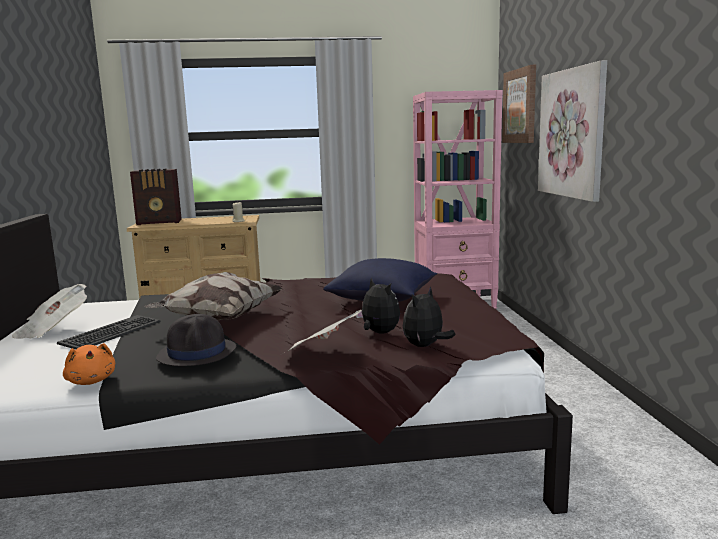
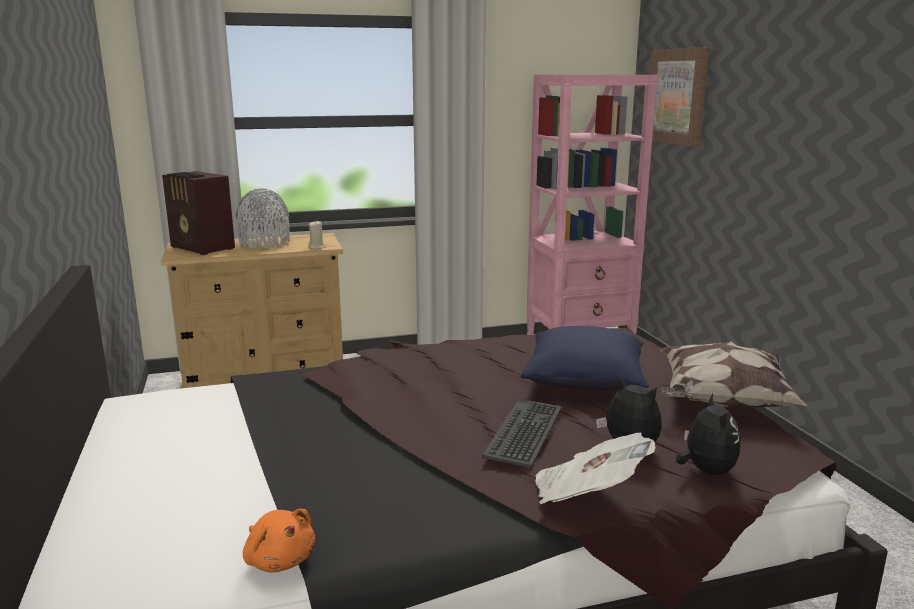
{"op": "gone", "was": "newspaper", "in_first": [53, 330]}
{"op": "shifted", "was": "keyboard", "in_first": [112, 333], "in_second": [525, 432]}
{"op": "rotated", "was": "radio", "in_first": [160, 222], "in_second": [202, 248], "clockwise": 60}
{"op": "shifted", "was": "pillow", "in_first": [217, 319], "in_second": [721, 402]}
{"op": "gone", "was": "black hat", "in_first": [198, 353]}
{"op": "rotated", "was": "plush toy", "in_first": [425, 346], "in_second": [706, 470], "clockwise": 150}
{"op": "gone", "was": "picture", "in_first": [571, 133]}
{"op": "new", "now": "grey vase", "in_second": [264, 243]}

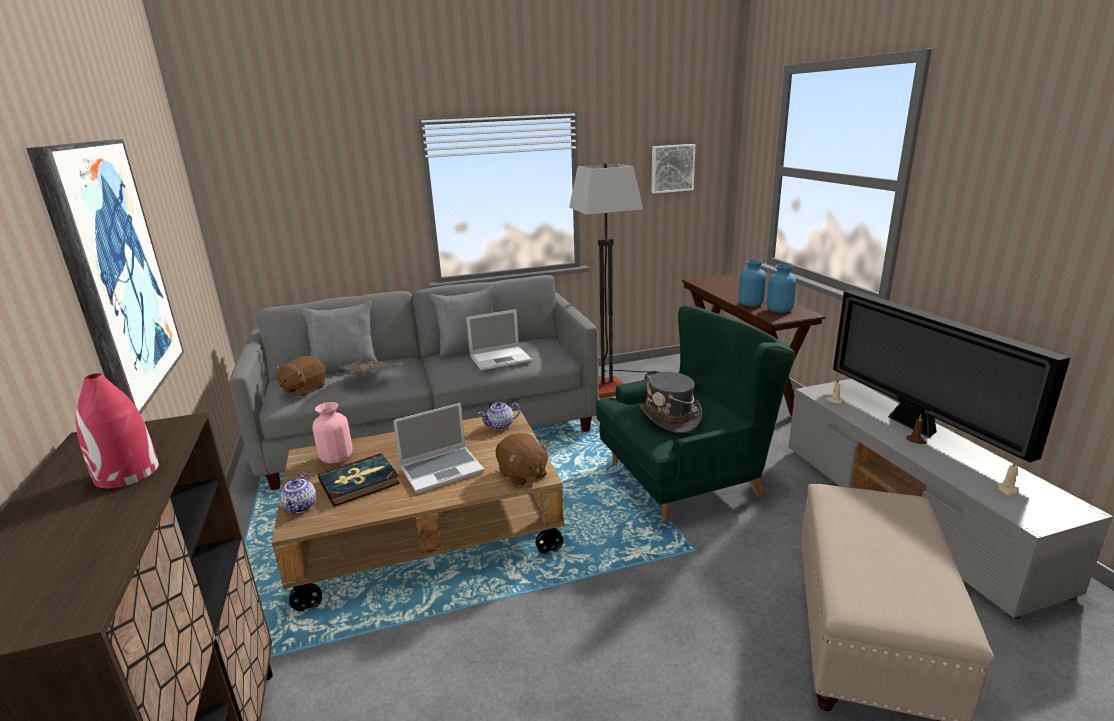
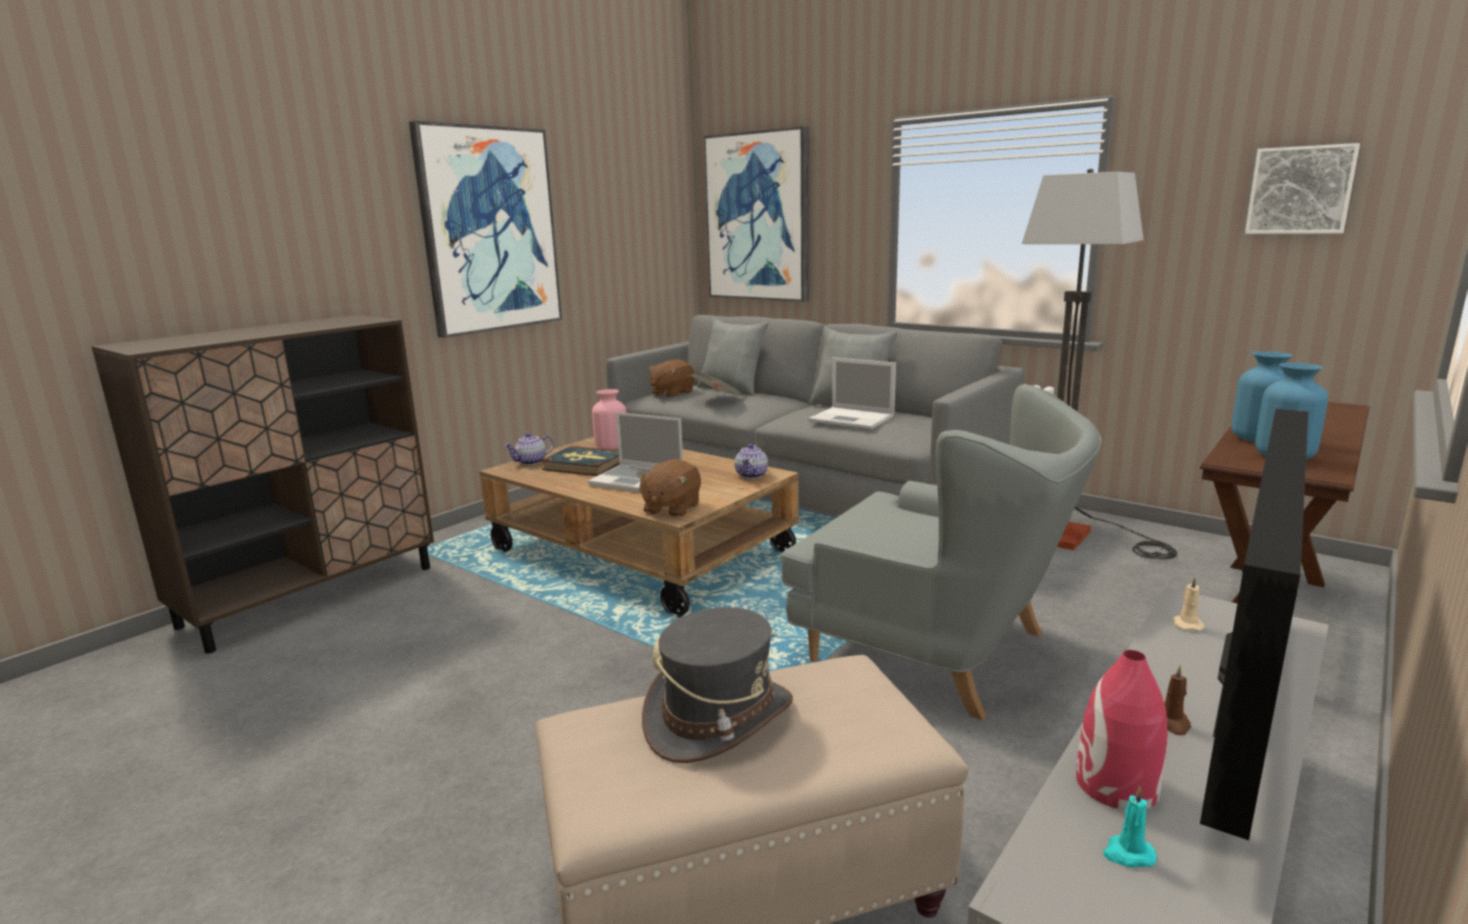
{"op": "shifted", "was": "red vase", "in_first": [127, 474], "in_second": [1116, 785]}
{"op": "rotated", "was": "brown plush toy", "in_first": [304, 389], "in_second": [672, 393], "clockwise": -45}
{"op": "rotated", "was": "teapot", "in_first": [501, 425], "in_second": [752, 475], "clockwise": -105}
{"op": "repainted", "was": "green armchair", "now": "grey armchair", "in_first": [689, 477], "in_second": [934, 649]}
{"op": "shifted", "was": "grey hat", "in_first": [670, 417], "in_second": [719, 718]}
{"op": "repainted", "was": "beige candle", "now": "turquoise candle", "in_first": [1007, 490], "in_second": [1128, 854]}
{"op": "new", "now": "picture", "in_second": [758, 217]}

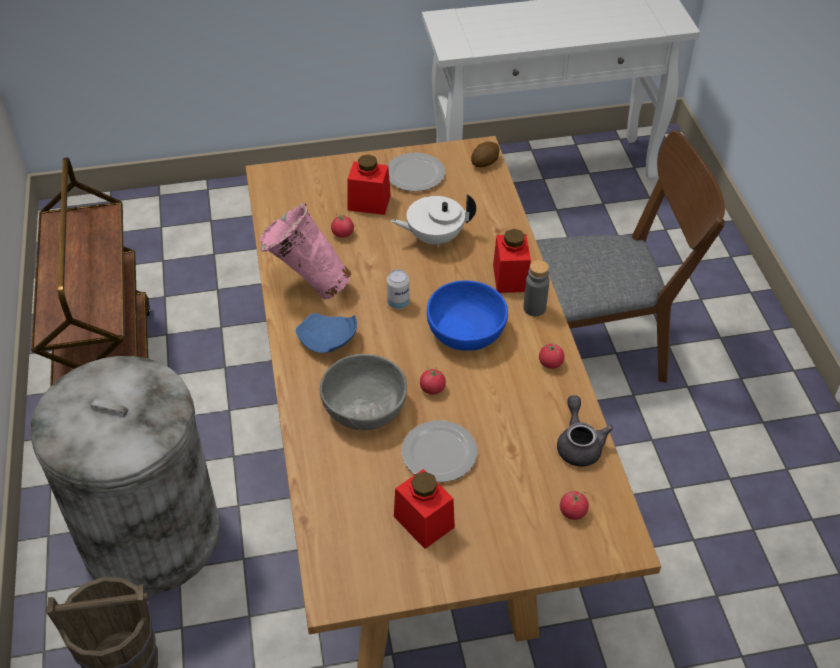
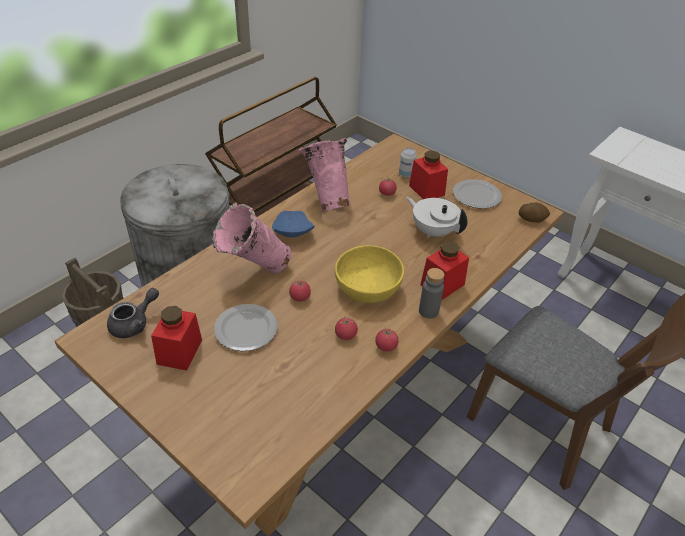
{"op": "swapped", "was": "grey bowl", "now": "pink vase", "in_first": [365, 407], "in_second": [253, 275]}
{"op": "shifted", "was": "can", "in_first": [398, 303], "in_second": [406, 174]}
{"op": "repainted", "was": "blue bowl", "now": "yellow bowl", "in_first": [466, 331], "in_second": [368, 288]}
{"op": "shifted", "was": "grey teapot", "in_first": [579, 444], "in_second": [134, 323]}
{"op": "shifted", "was": "tomato", "in_first": [573, 512], "in_second": [345, 335]}

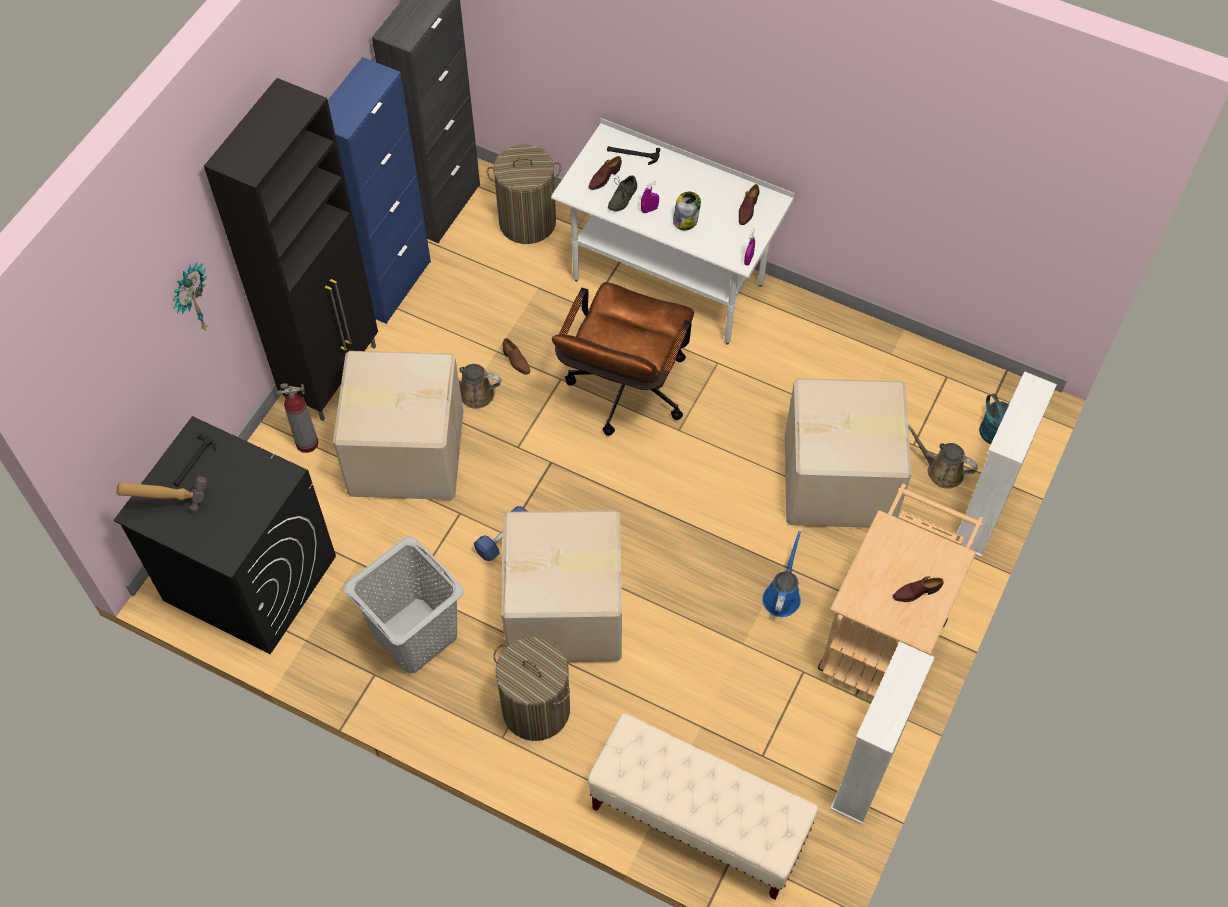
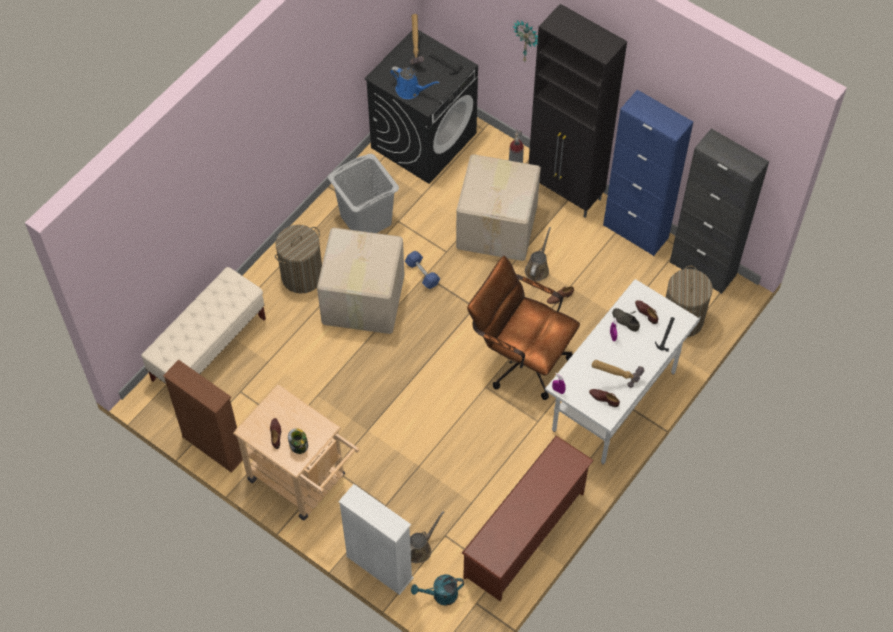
{"op": "shifted", "was": "jar", "in_first": [685, 220], "in_second": [299, 445]}
{"op": "shifted", "was": "blue watering can", "in_first": [782, 595], "in_second": [410, 90]}
{"op": "gone", "was": "cardboard box", "in_first": [840, 482]}
{"op": "repainted", "was": "white bookcase", "now": "brown bookcase", "in_first": [866, 773], "in_second": [213, 447]}
{"op": "new", "now": "brown shoe rack", "in_second": [525, 535]}
{"op": "new", "now": "hammer", "in_second": [616, 379]}

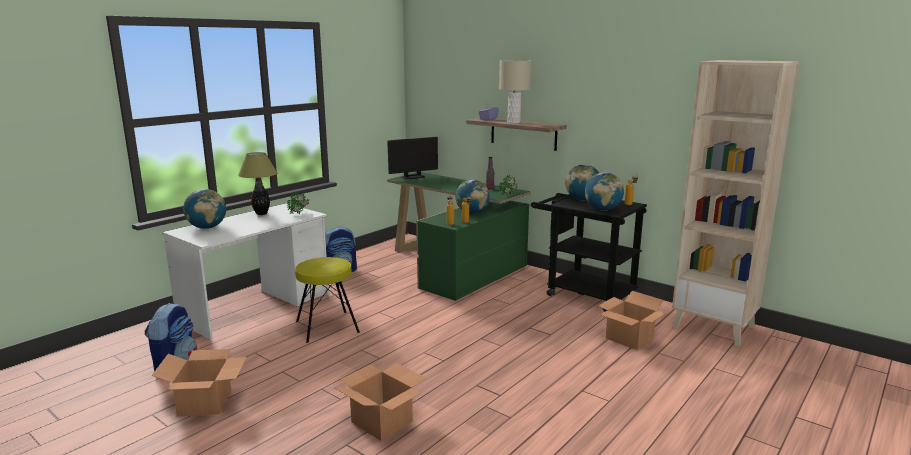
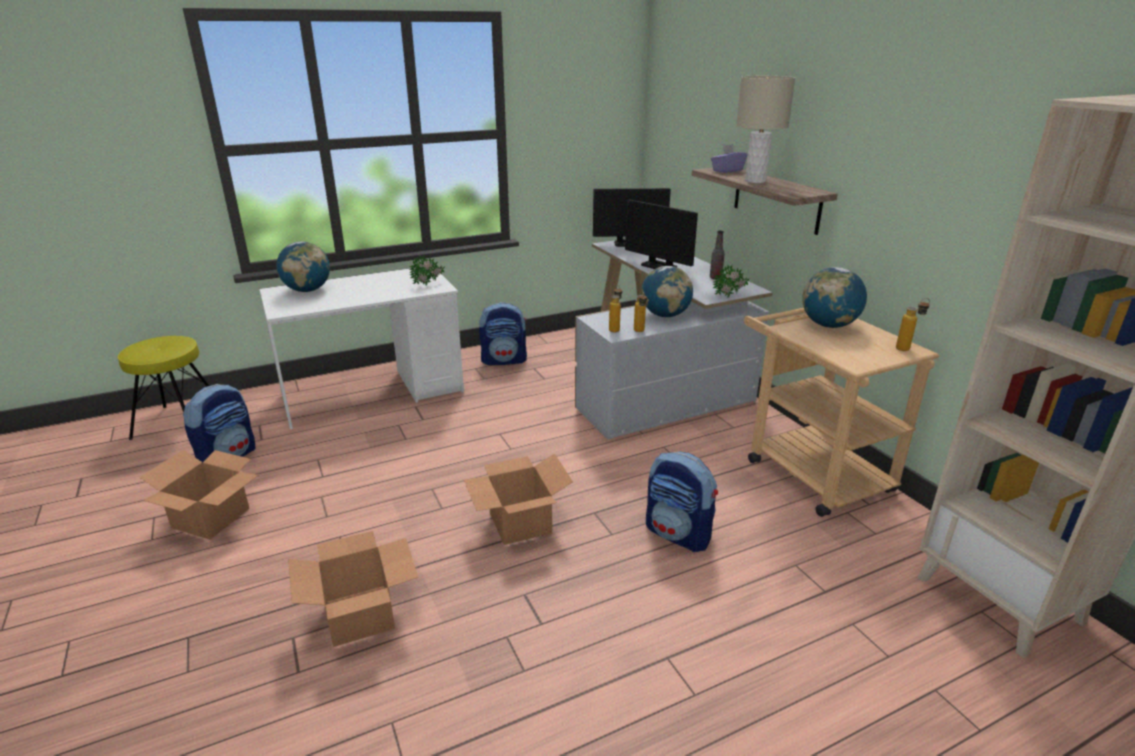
{"op": "gone", "was": "table lamp", "in_first": [261, 214]}
{"op": "shifted", "was": "yellow stool", "in_first": [327, 327], "in_second": [178, 422]}
{"op": "repainted", "was": "green desk", "now": "white desk", "in_first": [456, 265], "in_second": [657, 379]}
{"op": "repainted", "was": "black cart", "now": "beige cart", "in_first": [583, 293], "in_second": [809, 469]}
{"op": "gone", "was": "globe", "in_first": [602, 209]}
{"op": "shifted", "was": "cardboard box", "in_first": [630, 338], "in_second": [521, 523]}
{"op": "new", "now": "monitor", "in_second": [659, 266]}
{"op": "new", "now": "backpack", "in_second": [679, 534]}

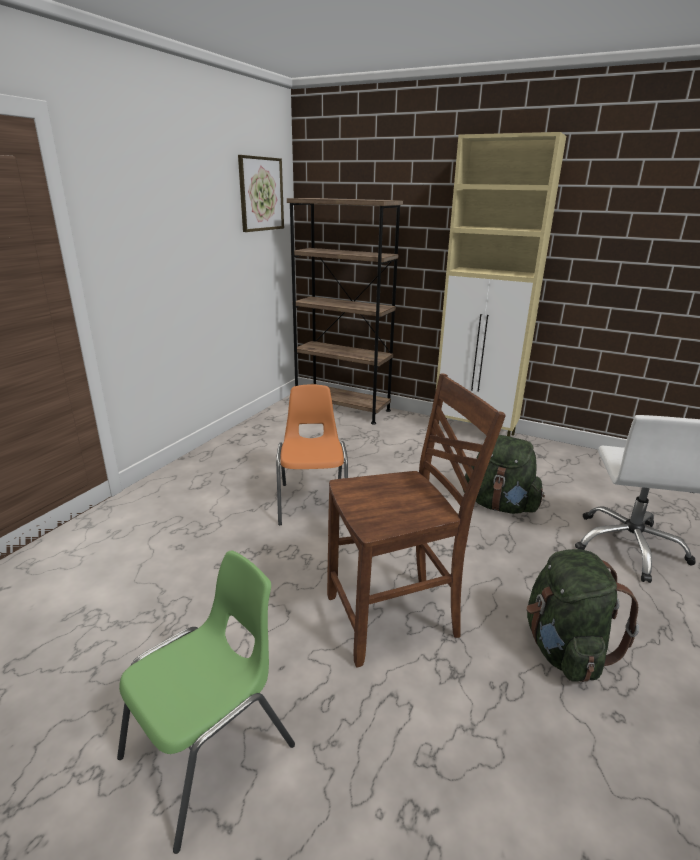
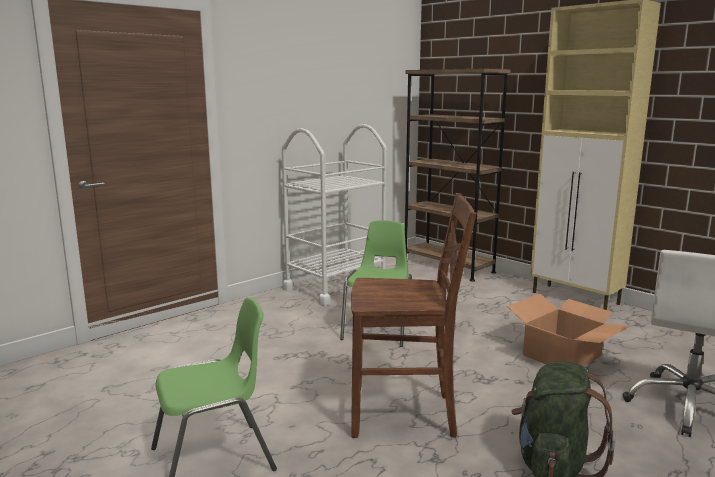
{"op": "gone", "was": "picture", "in_first": [261, 194]}
{"op": "repainted", "was": "orange chair", "now": "green chair", "in_first": [313, 502], "in_second": [379, 329]}
{"op": "swapped", "was": "green backpack", "now": "cardboard box", "in_first": [500, 505], "in_second": [563, 356]}
{"op": "new", "now": "white cart", "in_second": [335, 287]}

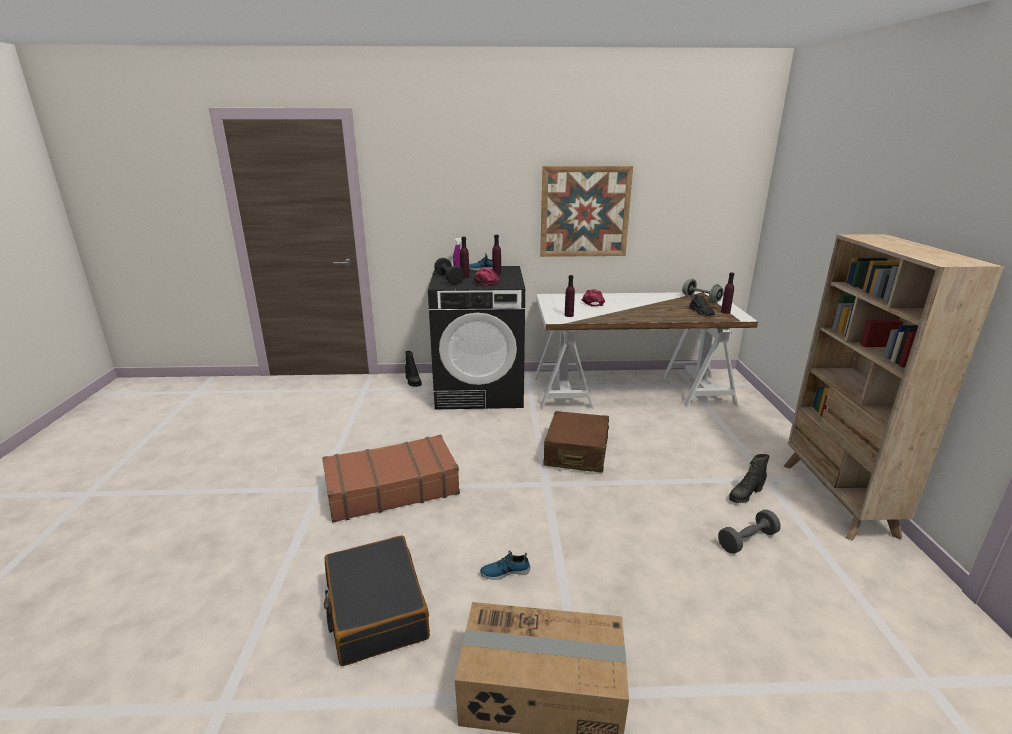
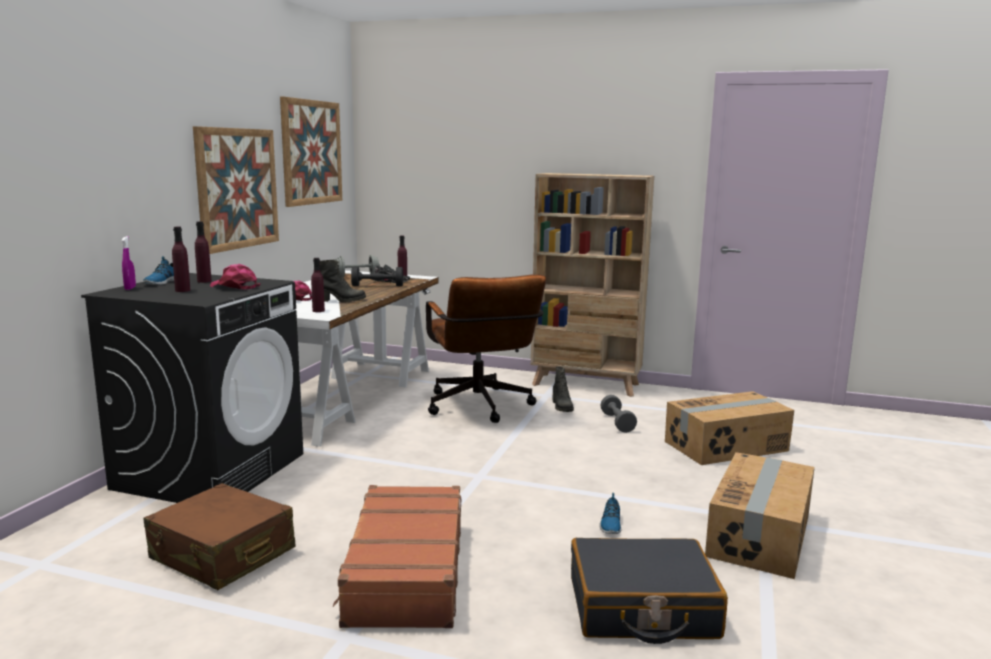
{"op": "shifted", "was": "black boot", "in_first": [413, 382], "in_second": [341, 301]}
{"op": "shifted", "was": "black dumbbell", "in_first": [449, 279], "in_second": [377, 286]}
{"op": "shifted", "was": "brown suitcase", "in_first": [576, 453], "in_second": [222, 554]}
{"op": "new", "now": "picture", "in_second": [311, 152]}
{"op": "new", "now": "brown office chair", "in_second": [481, 408]}
{"op": "new", "now": "cardboard box", "in_second": [727, 446]}

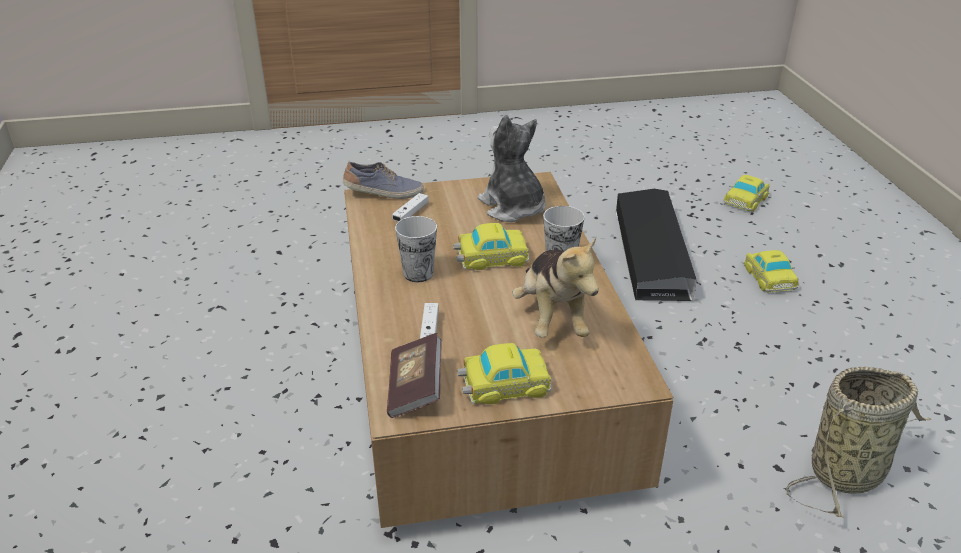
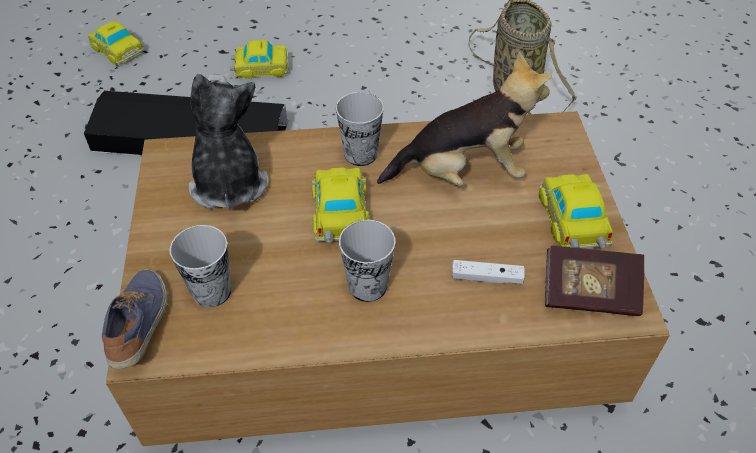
{"op": "swapped", "was": "white game controller", "now": "cup", "in_first": [410, 213], "in_second": [211, 291]}
{"op": "rotated", "was": "plush toy", "in_first": [513, 208], "in_second": [228, 182], "clockwise": 105}

